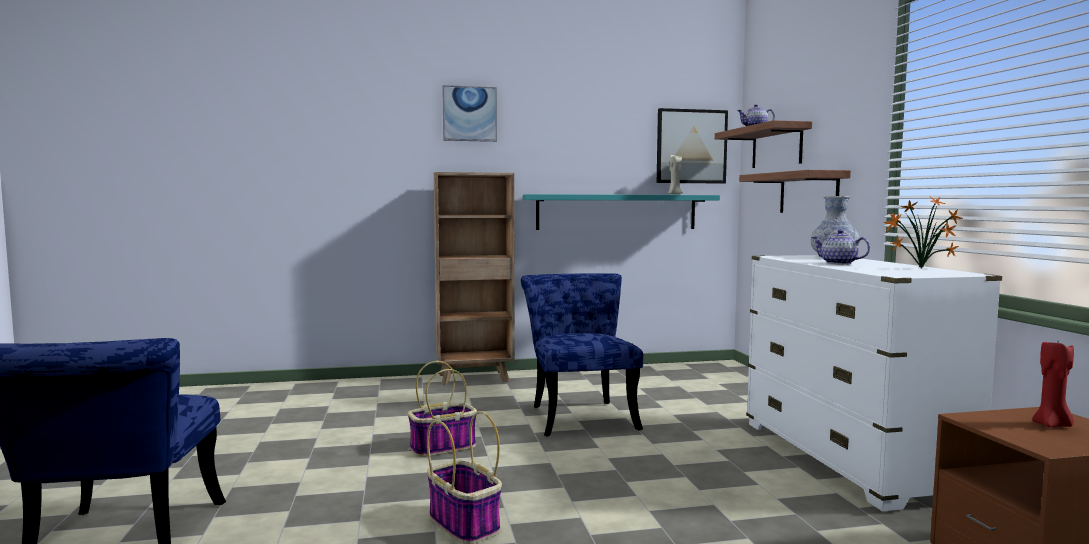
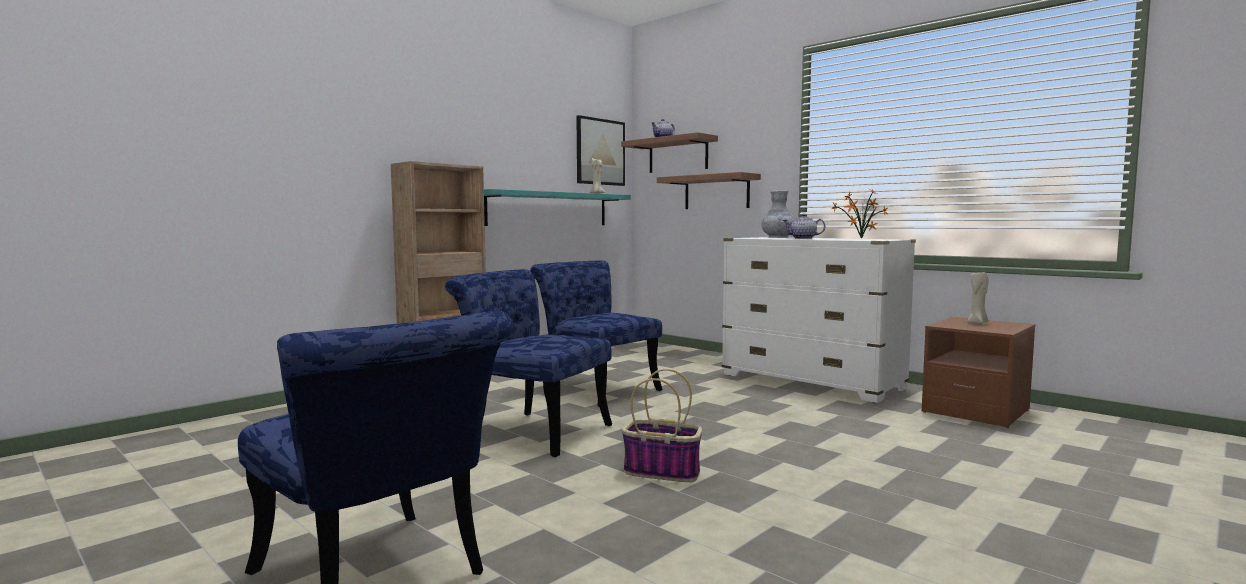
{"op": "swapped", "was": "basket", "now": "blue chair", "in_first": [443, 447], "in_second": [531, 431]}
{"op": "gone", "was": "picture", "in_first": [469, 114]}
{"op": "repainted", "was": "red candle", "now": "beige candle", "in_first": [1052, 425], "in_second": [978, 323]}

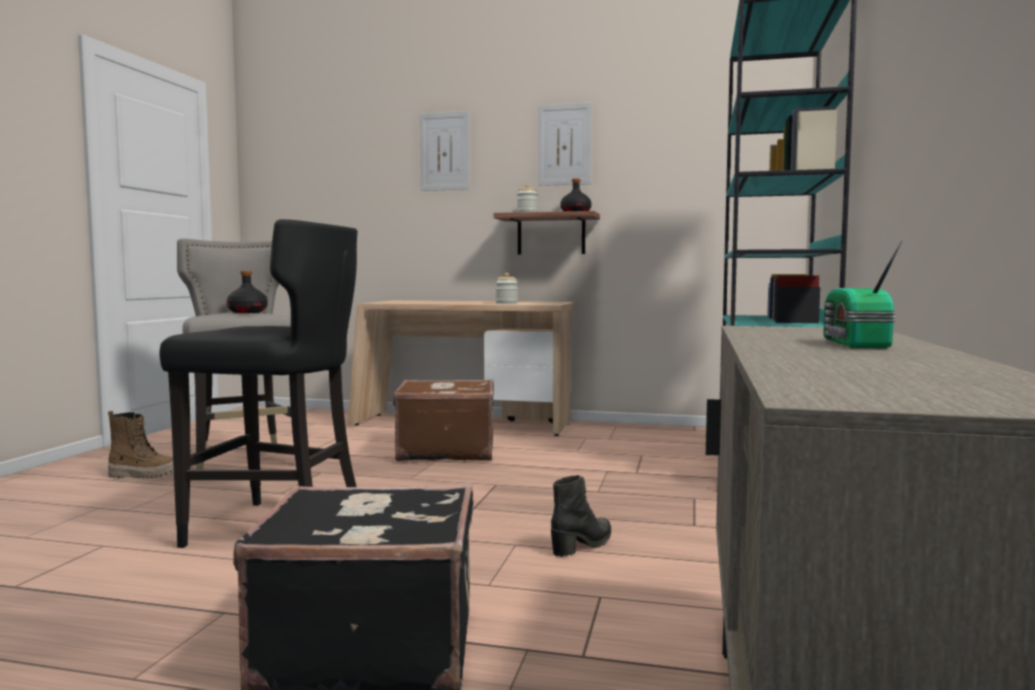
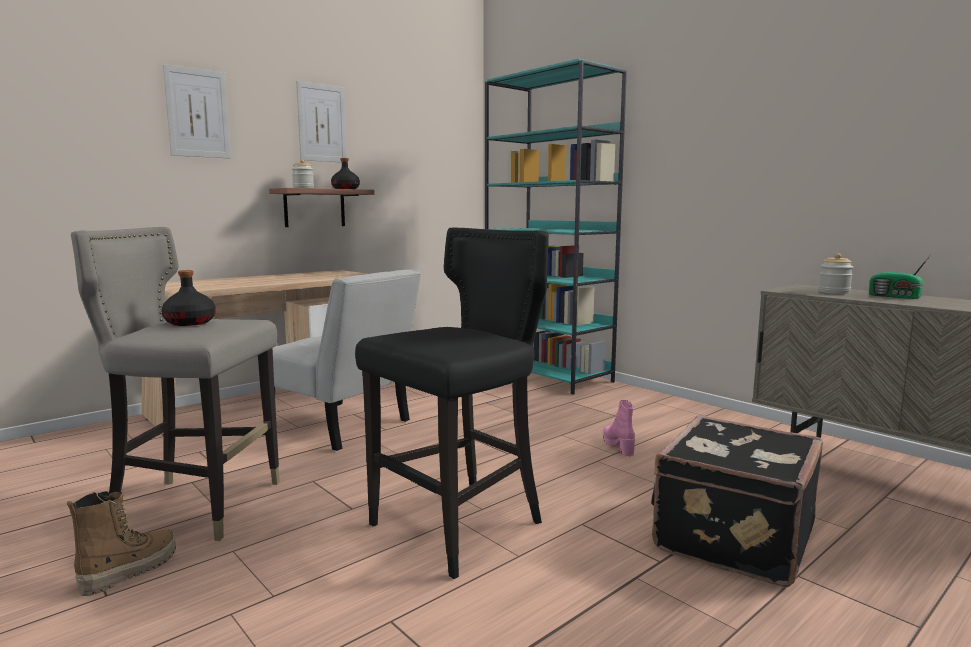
{"op": "swapped", "was": "brown suitcase", "now": "white chair", "in_first": [446, 451], "in_second": [343, 427]}
{"op": "shifted", "was": "jar", "in_first": [506, 303], "in_second": [834, 292]}
{"op": "repainted", "was": "black boot", "now": "pink boot", "in_first": [583, 545], "in_second": [618, 446]}

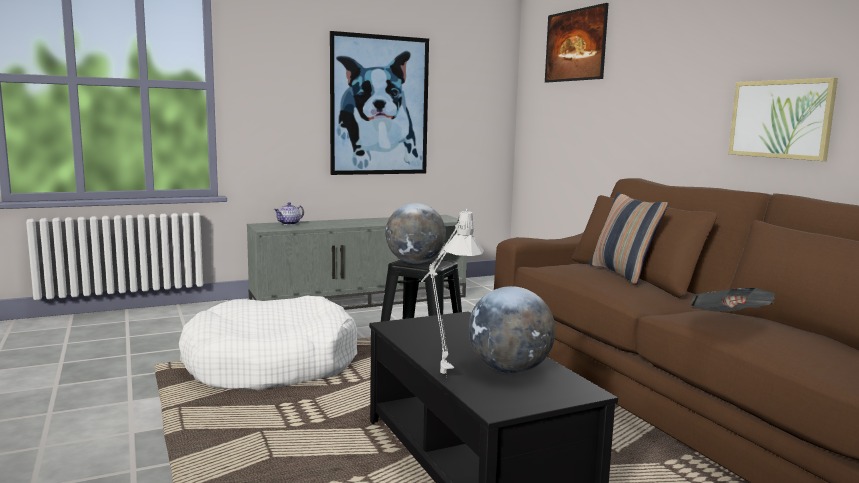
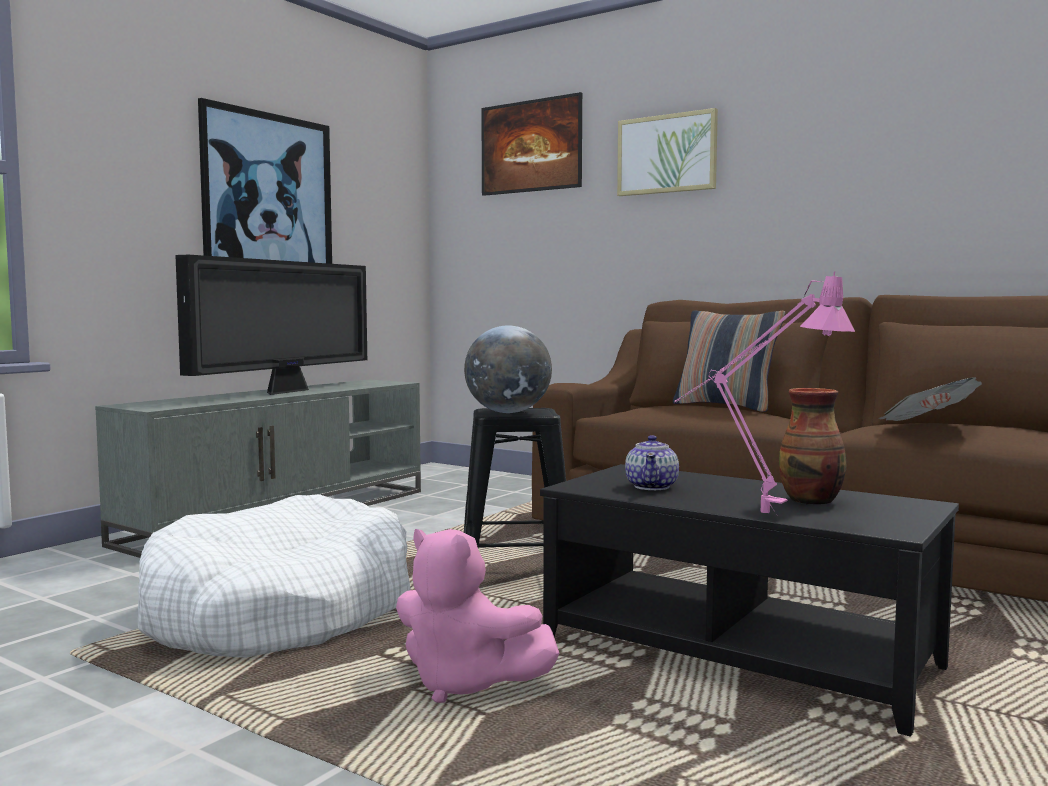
{"op": "shifted", "was": "teapot", "in_first": [289, 223], "in_second": [652, 486]}
{"op": "repainted", "was": "grey table lamp", "now": "pink table lamp", "in_first": [440, 372], "in_second": [753, 514]}
{"op": "swapped", "was": "globe", "now": "vase", "in_first": [509, 370], "in_second": [812, 501]}
{"op": "shifted", "was": "picture", "in_first": [780, 119], "in_second": [667, 154]}
{"op": "new", "now": "television", "in_second": [287, 391]}
{"op": "new", "now": "pink plush toy", "in_second": [465, 685]}

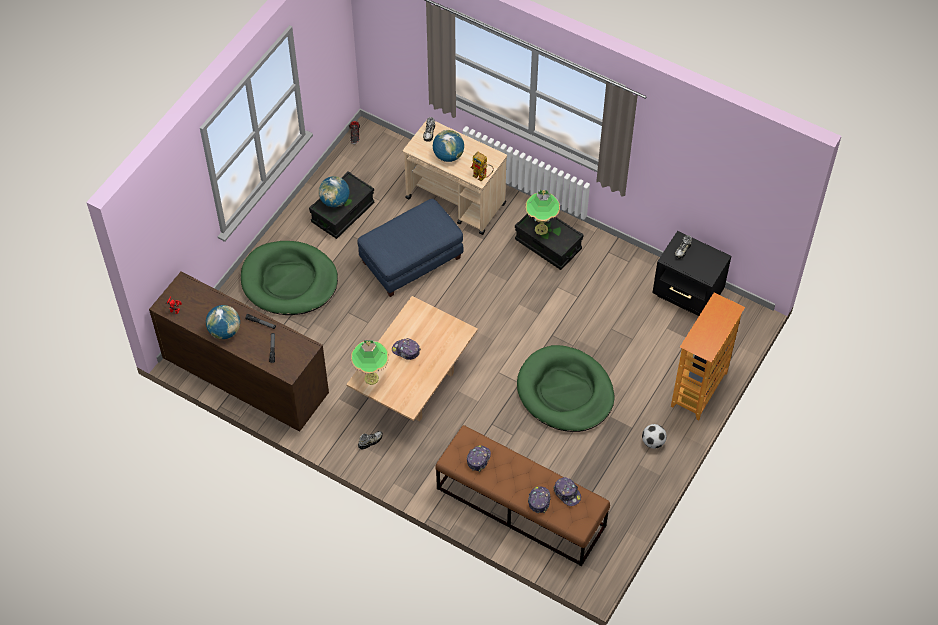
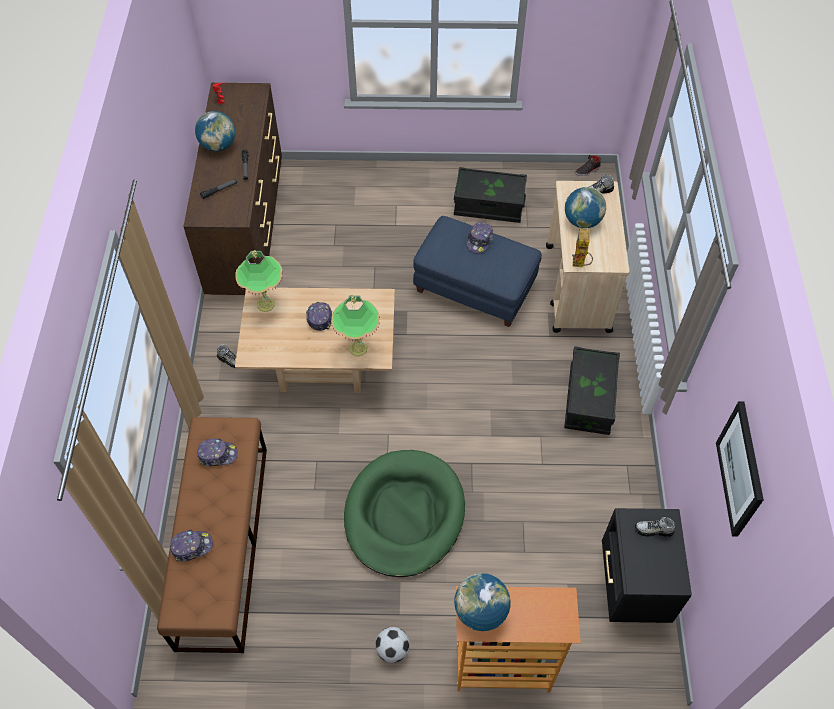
{"op": "gone", "was": "green dog bed", "in_first": [289, 281]}
{"op": "shifted", "was": "globe", "in_first": [335, 201], "in_second": [480, 611]}
{"op": "shifted", "was": "table lamp", "in_first": [541, 229], "in_second": [358, 348]}
{"op": "shifted", "was": "cap", "in_first": [567, 493], "in_second": [480, 241]}
{"op": "new", "now": "picture", "in_second": [741, 469]}

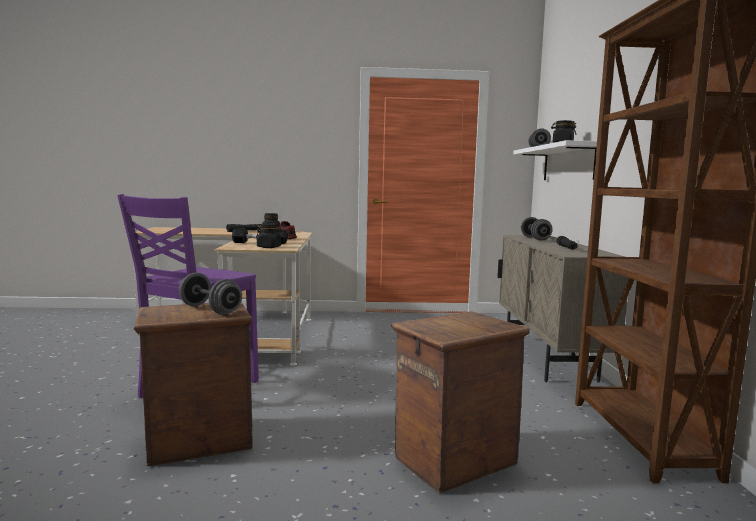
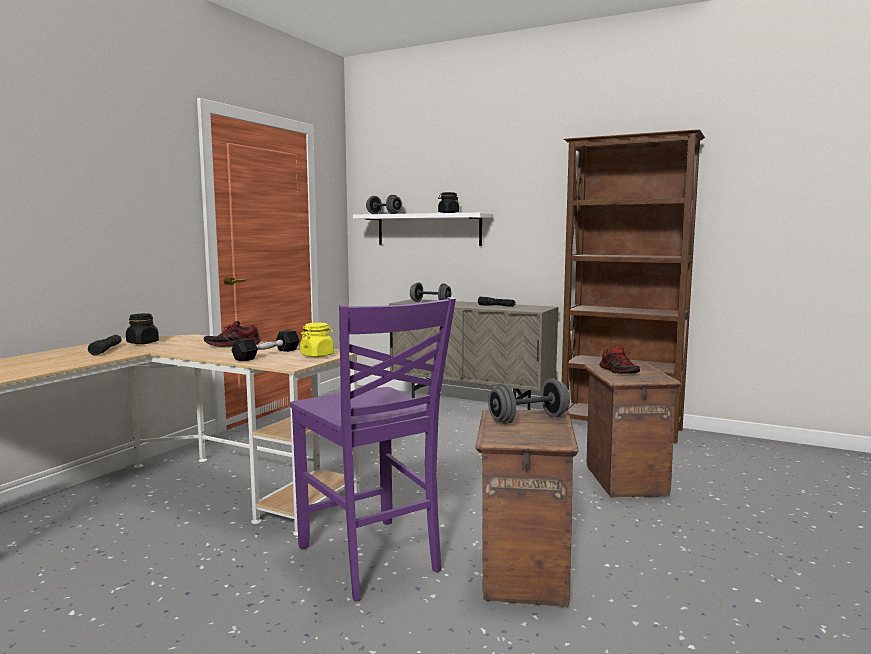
{"op": "repainted", "was": "black jar", "now": "yellow jar", "in_first": [269, 247], "in_second": [317, 355]}
{"op": "new", "now": "shoe", "in_second": [619, 371]}

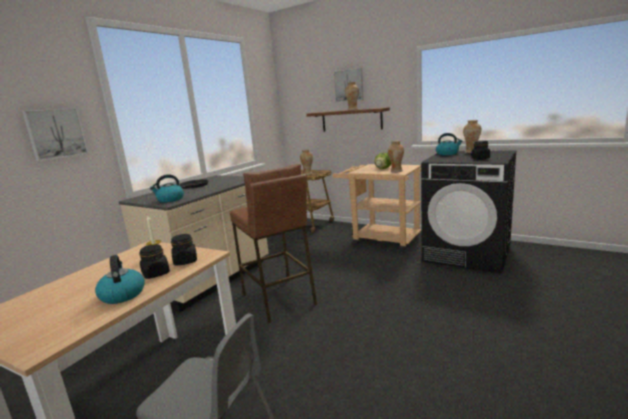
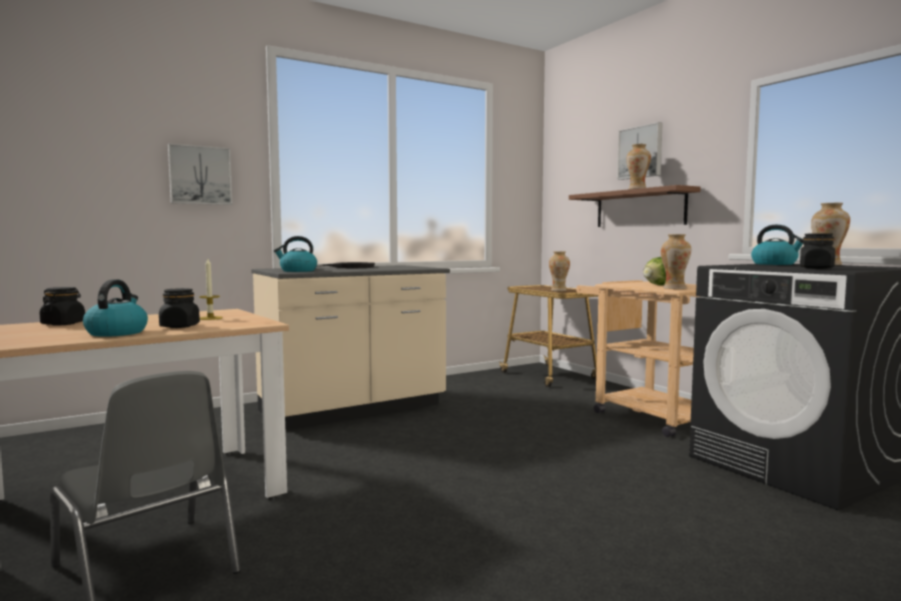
{"op": "shifted", "was": "black jar", "in_first": [185, 261], "in_second": [63, 324]}
{"op": "gone", "was": "brown stool", "in_first": [279, 299]}

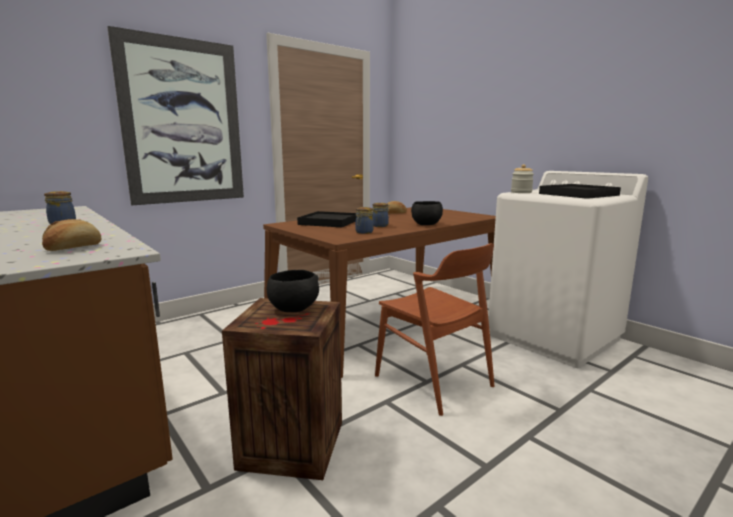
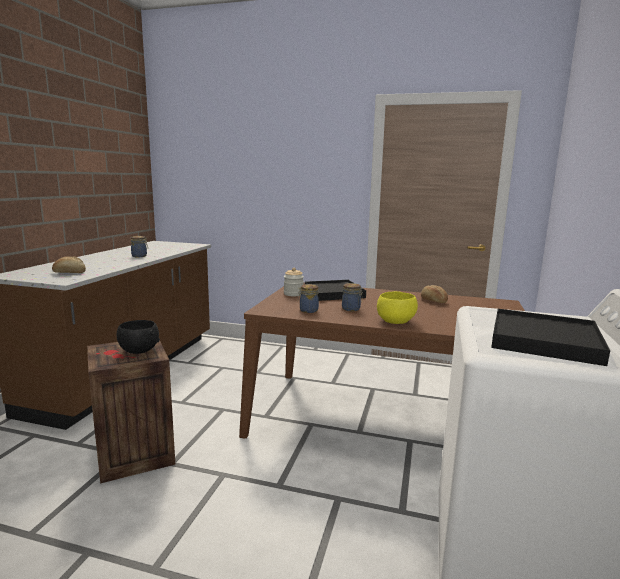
{"op": "gone", "was": "picture", "in_first": [183, 122]}
{"op": "gone", "was": "brown chair", "in_first": [433, 381]}
{"op": "repainted", "was": "black bowl", "now": "yellow bowl", "in_first": [426, 224], "in_second": [395, 322]}
{"op": "shifted", "was": "jar", "in_first": [521, 192], "in_second": [293, 294]}

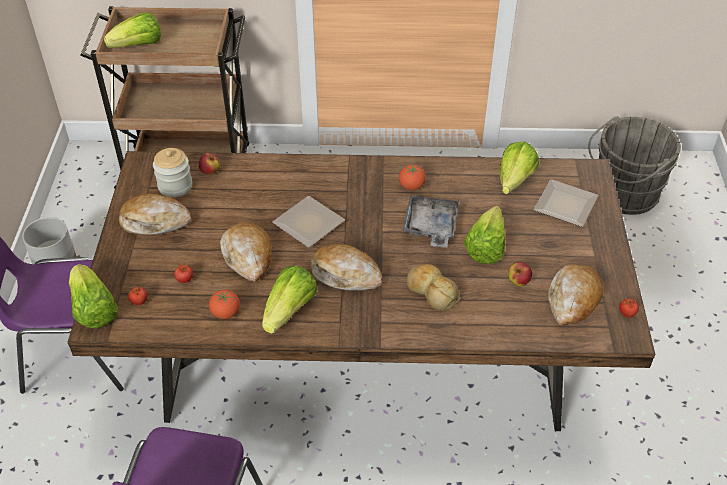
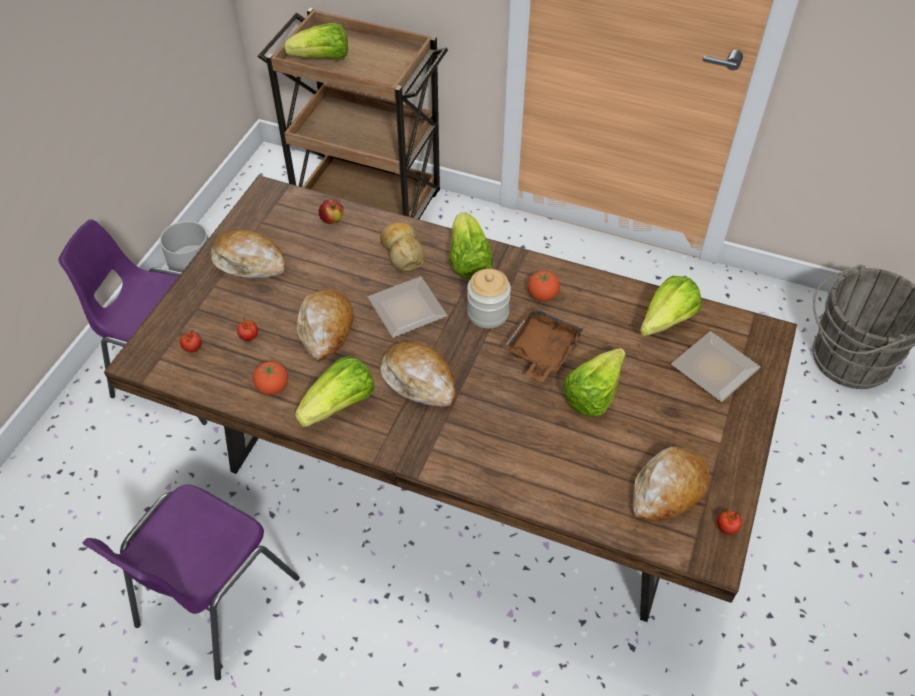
{"op": "shifted", "was": "lettuce", "in_first": [93, 309], "in_second": [468, 261]}
{"op": "shifted", "was": "jar", "in_first": [175, 186], "in_second": [488, 313]}
{"op": "repainted", "was": "grey tray", "now": "brown tray", "in_first": [430, 227], "in_second": [540, 351]}
{"op": "shifted", "was": "bread", "in_first": [432, 292], "in_second": [402, 252]}
{"op": "gone", "was": "apple", "in_first": [518, 282]}

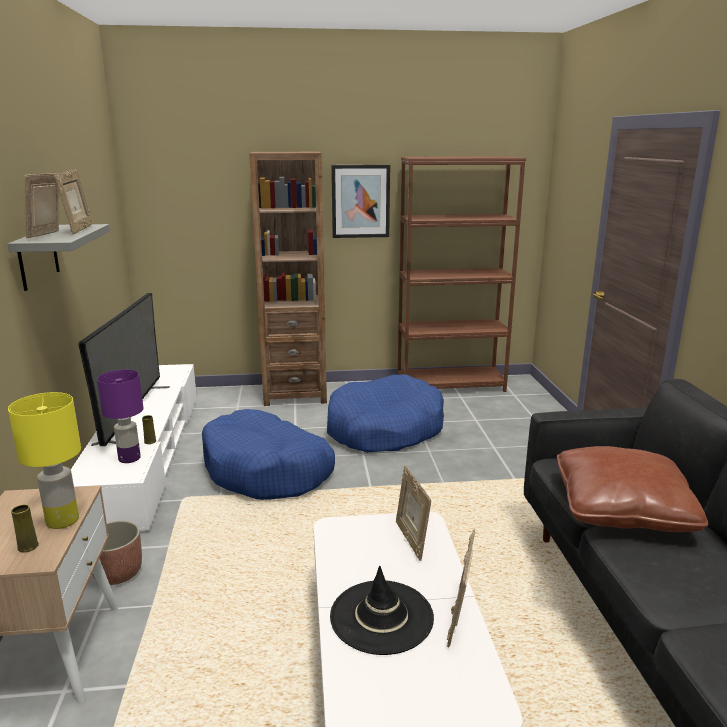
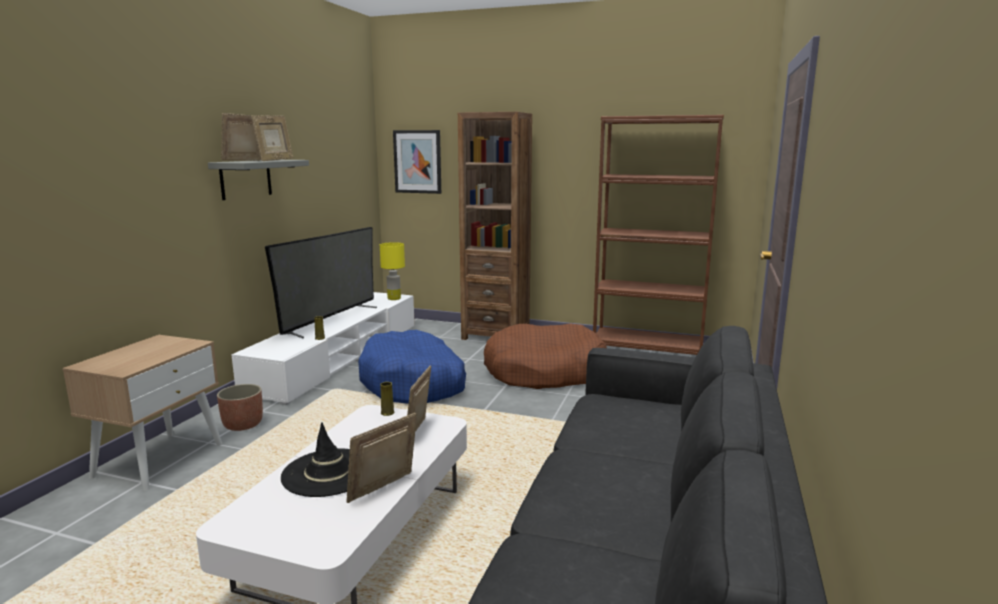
{"op": "shifted", "was": "yellow table lamp", "in_first": [62, 520], "in_second": [394, 298]}
{"op": "shifted", "was": "yellow vase", "in_first": [28, 547], "in_second": [387, 413]}
{"op": "gone", "was": "purple table lamp", "in_first": [129, 459]}
{"op": "repainted", "was": "blue dog bed", "now": "brown dog bed", "in_first": [384, 429], "in_second": [544, 372]}
{"op": "shifted", "was": "picture", "in_first": [360, 201], "in_second": [417, 161]}
{"op": "gone", "was": "brown pillow", "in_first": [622, 509]}

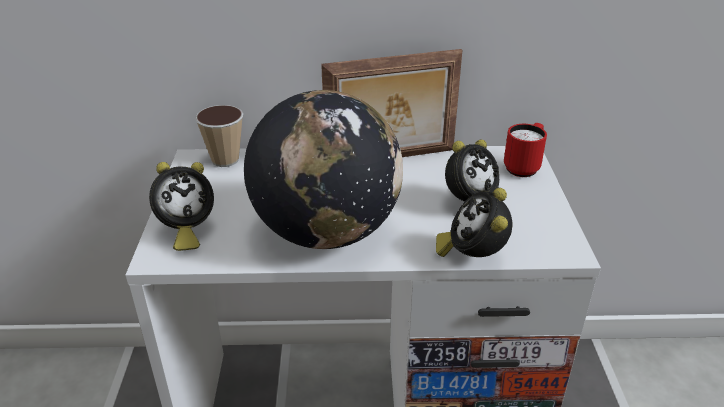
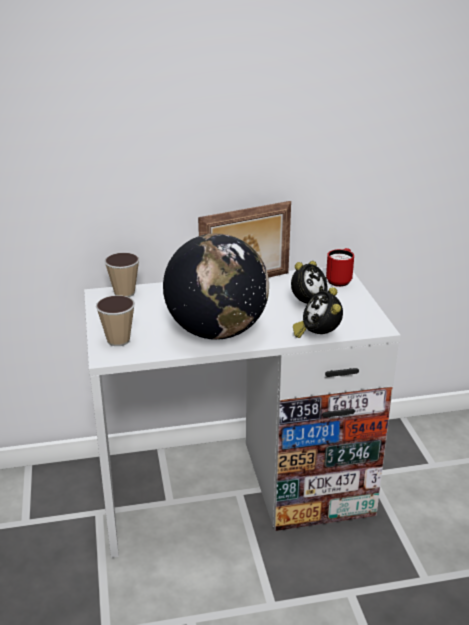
{"op": "swapped", "was": "alarm clock", "now": "cup", "in_first": [186, 232], "in_second": [118, 340]}

